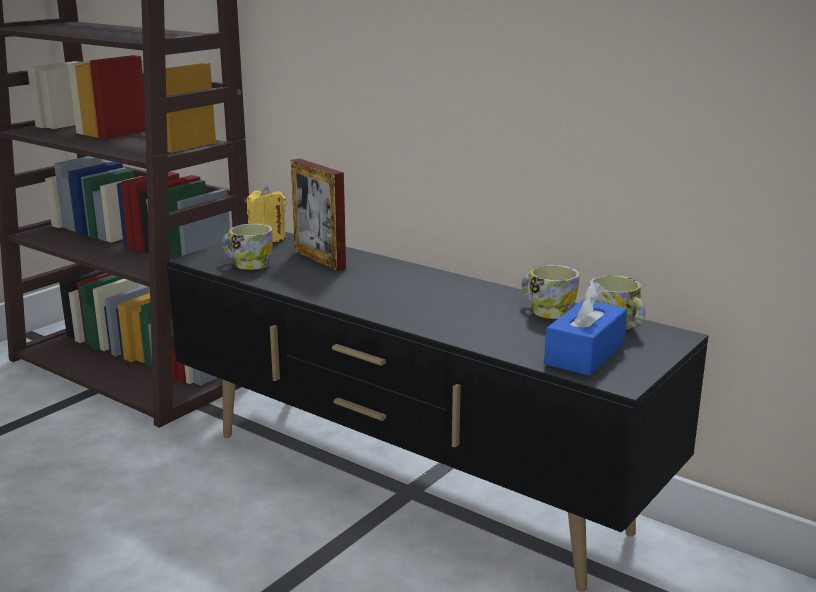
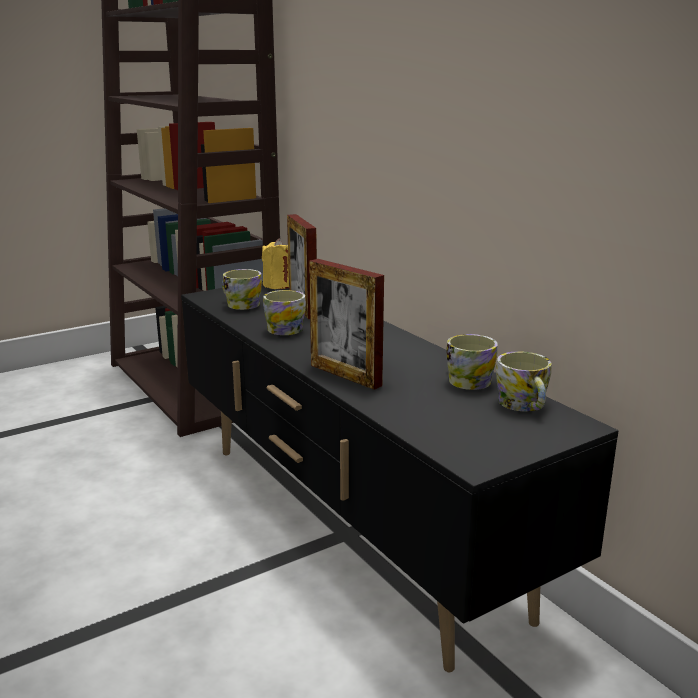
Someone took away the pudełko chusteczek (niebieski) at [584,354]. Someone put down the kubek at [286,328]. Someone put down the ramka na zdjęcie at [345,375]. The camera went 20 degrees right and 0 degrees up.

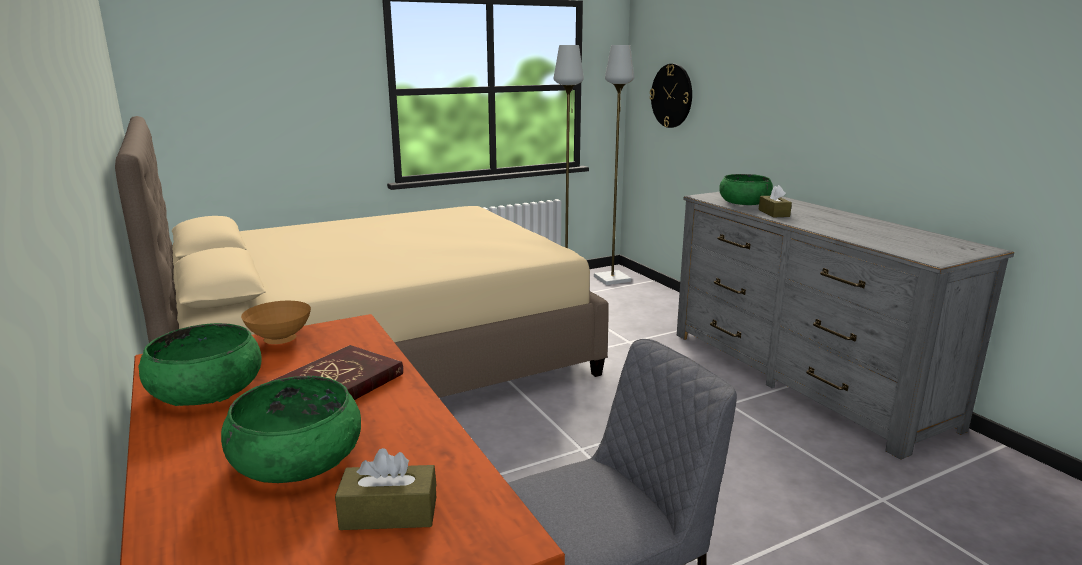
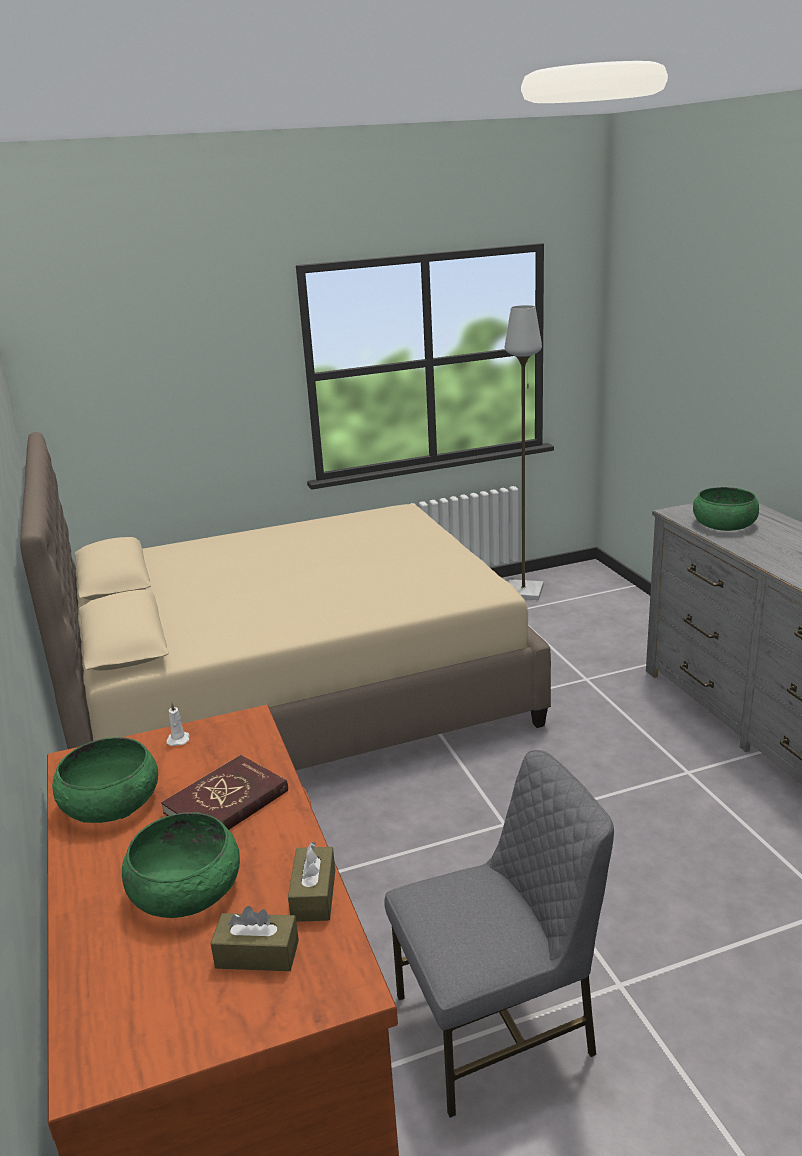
Someone swapped the miska (brązowy) at [281,340] for the świeca (biały) at [178,739]. Someone took away the lampa stojąca (szary) at [613,279]. Someone took away the zegar ścienny at [672,96]. Someone carried the pudełko chusteczek (brązowy) from [773,213] to [314,895]. The camera went 10 degrees right and 5 degrees up.

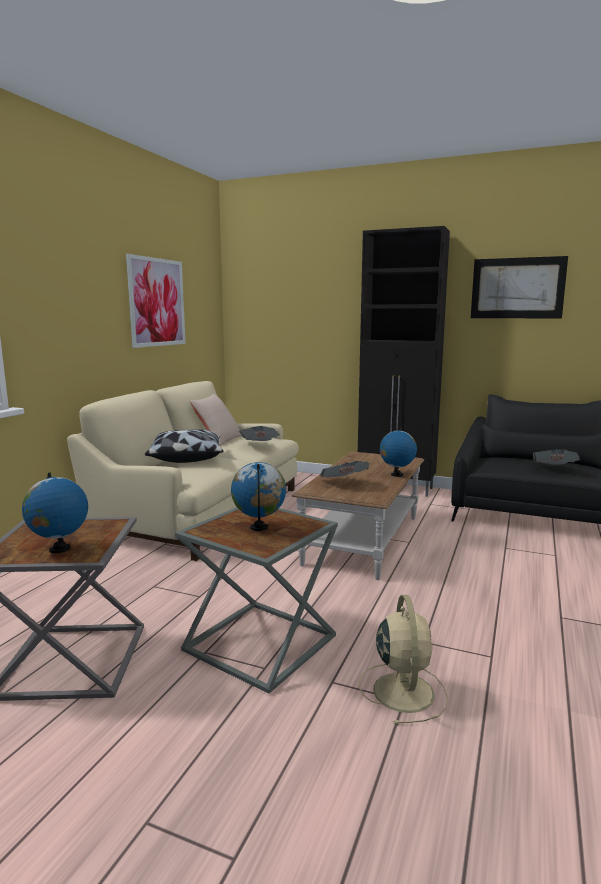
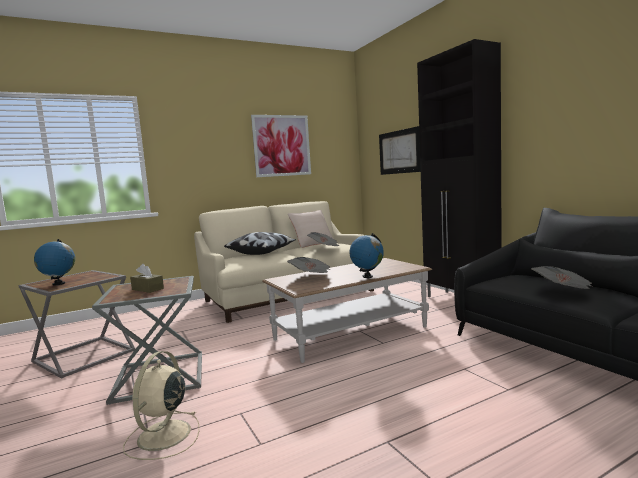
Someone swapped the globus at [259,528] for the pudełko chusteczek (brązowy) at [147,289]. Someone rotated the wentylator (beżowy) at [403,690] by 150 degrees clockwise. Someone carried the obraz from [517,288] to [399,152]. The camera went 40 degrees right and 5 degrees down.

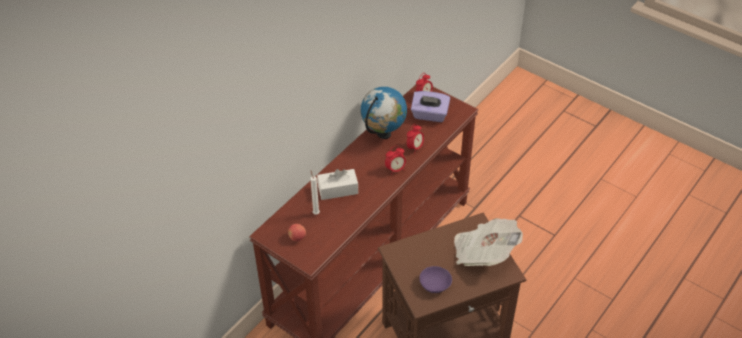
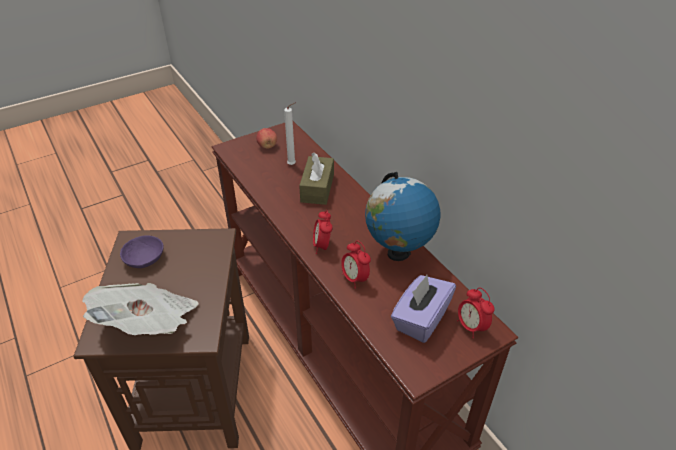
Someone repainted the pudełko chusteczek (biały) at [338,189], which became the pudełko chusteczek (brązowy) at [317,188]. The camera went 110 degrees right and 5 degrees down.

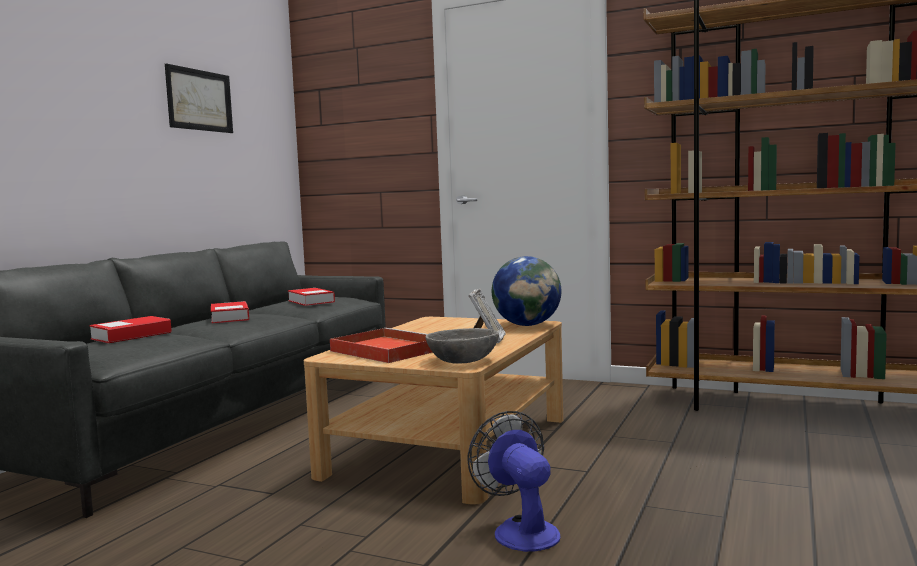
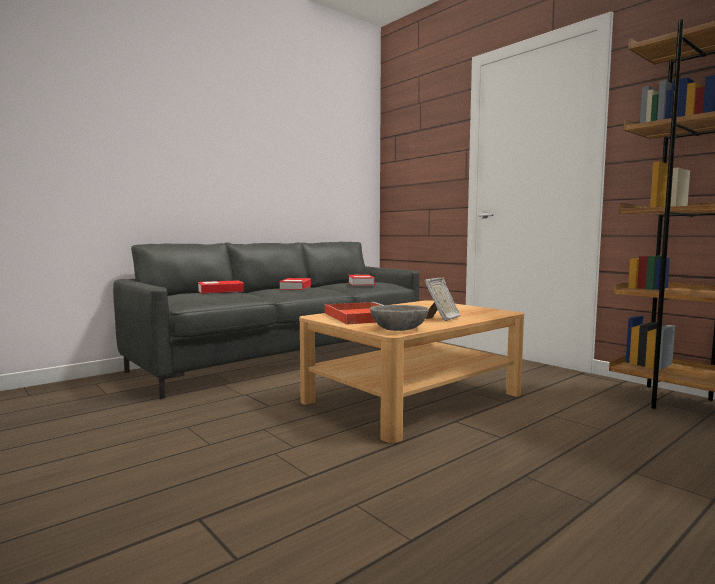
Someone took away the obraz at [199,100]. Someone took away the wentylator at [520,530]. Someone took away the globus at [527,325]. The camera went 25 degrees right and 0 degrees up.

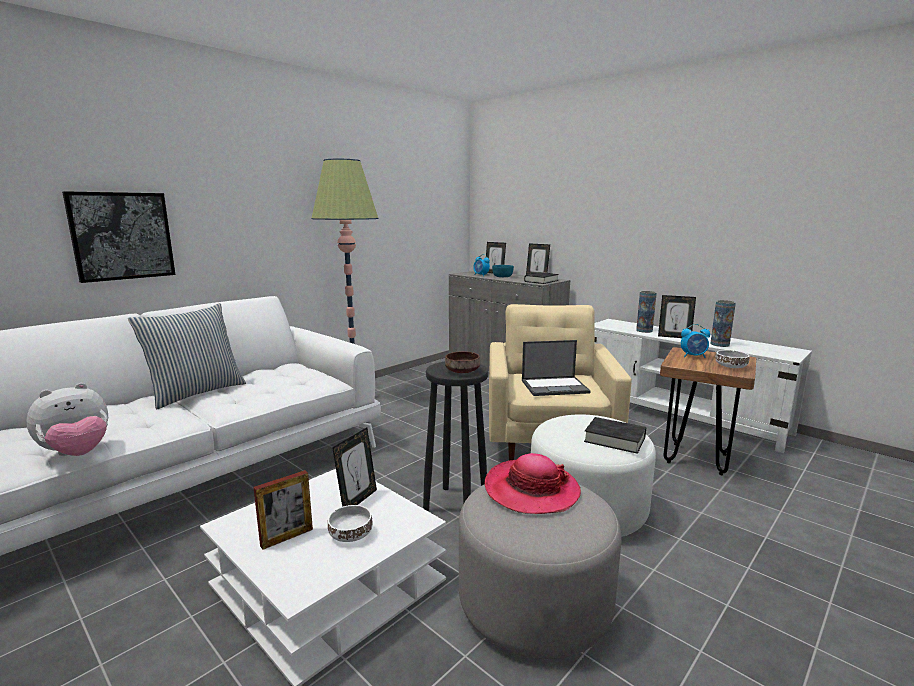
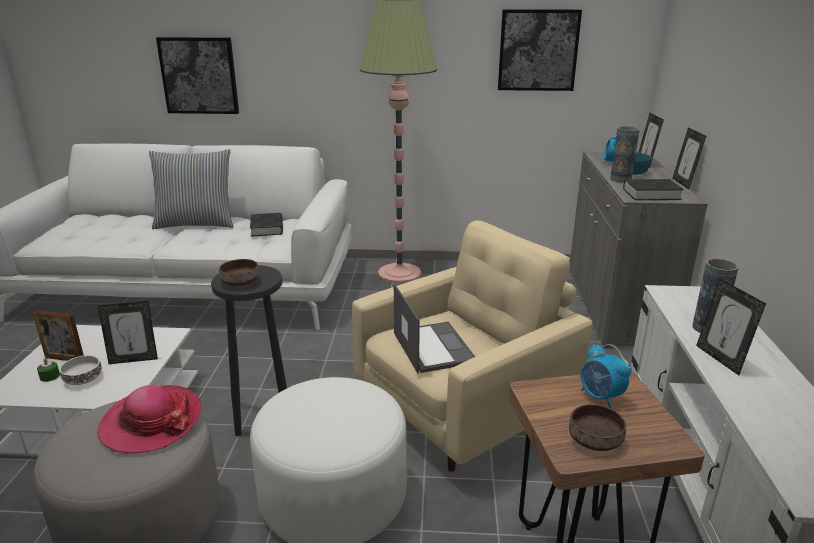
Someone took away the pluszak at [77,454]. Someone rotated the laptop at [555,386] by 150 degrees counterclockwise. Someone carried the książka (czarny) from [614,439] to [267,228]. Someone carried the wazon from [719,344] to [620,179]. Someone repainted the miska (biały) at [730,367], which became the miska (brązowy) at [593,440]. Someone put down the świeca (zielony) at [49,376]. Someone put up the obraz at [538,50]. The camera went 50 degrees right and 10 degrees up.

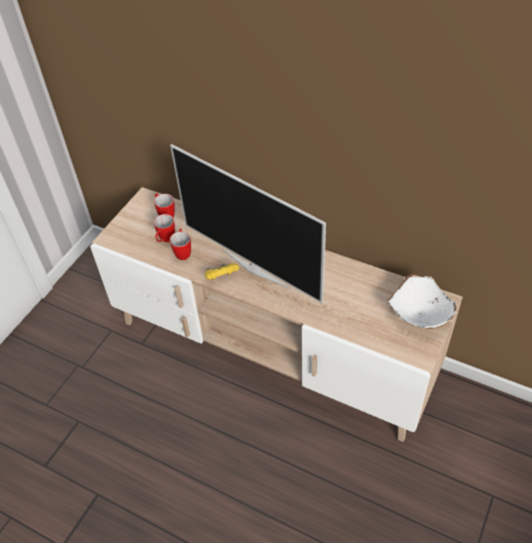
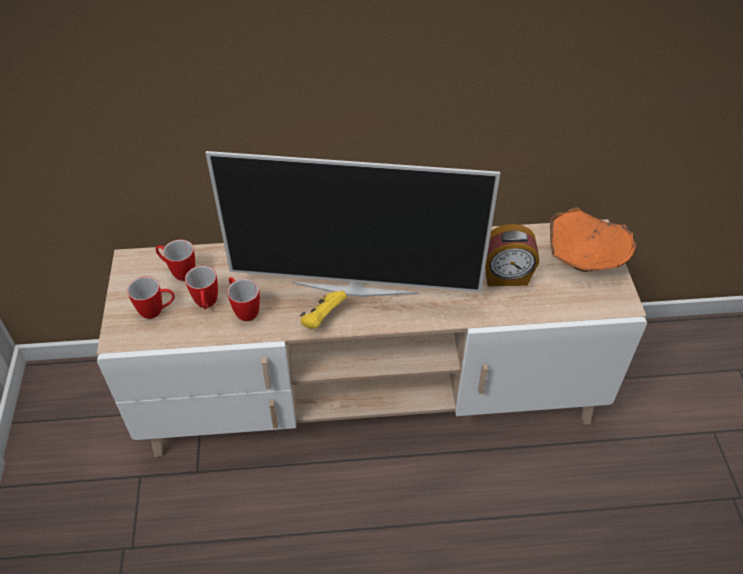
Someone repainted the miska (biały) at [420,315], which became the miska (pomarańczowy) at [584,258]. Someone put down the kubek at [157,311]. Someone put down the budzik at [506,277]. The camera went 35 degrees left and 0 degrees up.

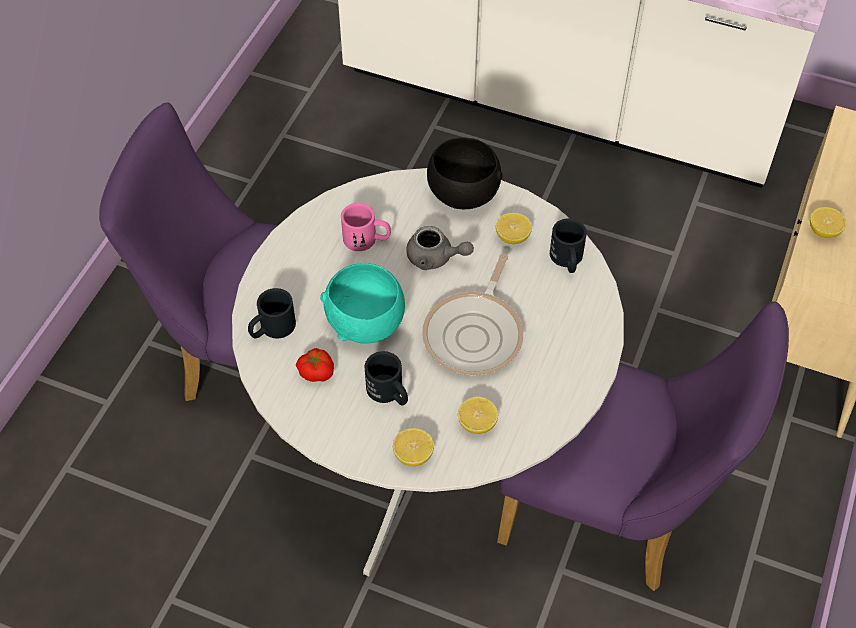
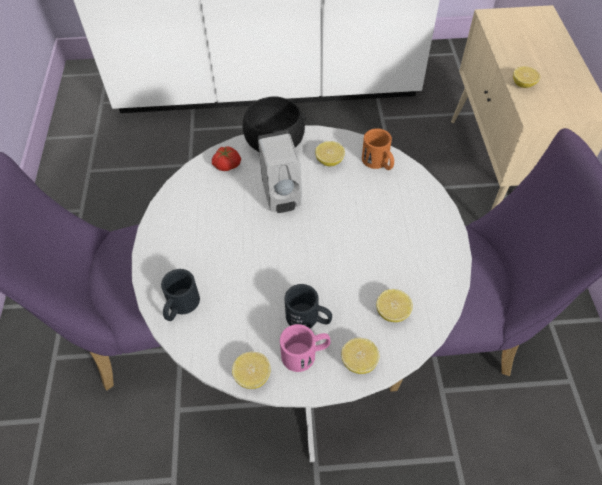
Someone carried the pomidor from [316,371] to [227,164]. Someone took away the miska (turkusowy) at [367,324]. Someone carried the kubek (różowy) from [367,239] to [305,354]. Someone swapped the imbryk (szary) at [435,258] for the dozownik mydła (biały) at [281,198]. Someone took away the patelnia at [476,334]. Someone repainted the kubek (czarny) at [567,260], which became the kubek (pomarańczowy) at [378,163]. Someone put down the cytryna at [252,376]. The camera went 25 degrees left and 0 degrees up.

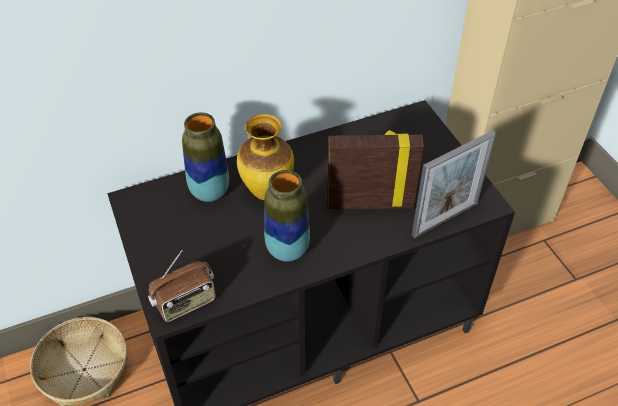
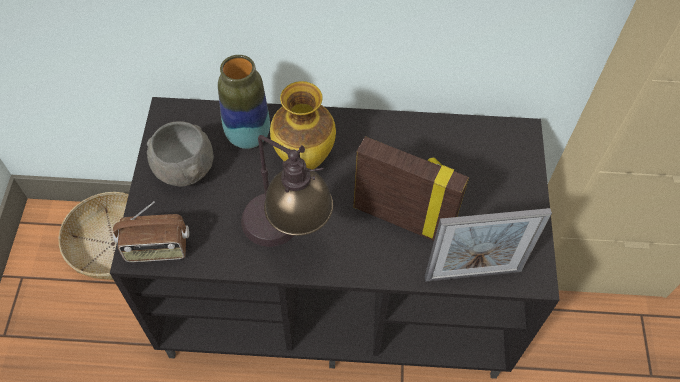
Someone swapped the wazon at [287,250] for the lampa stołowa at [286,235]. Someone put down the miska (szary) at [185,171]. The camera went 25 degrees right and 10 degrees up.

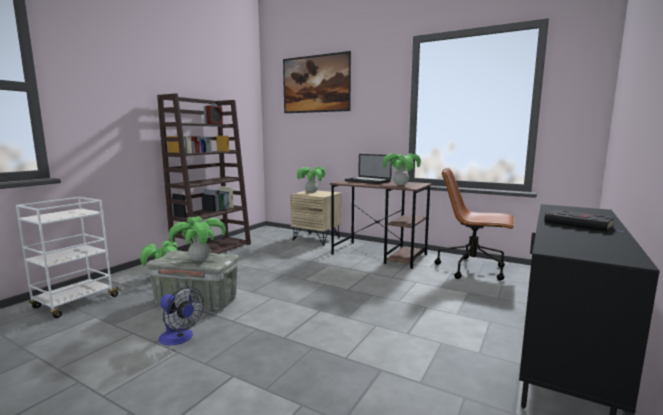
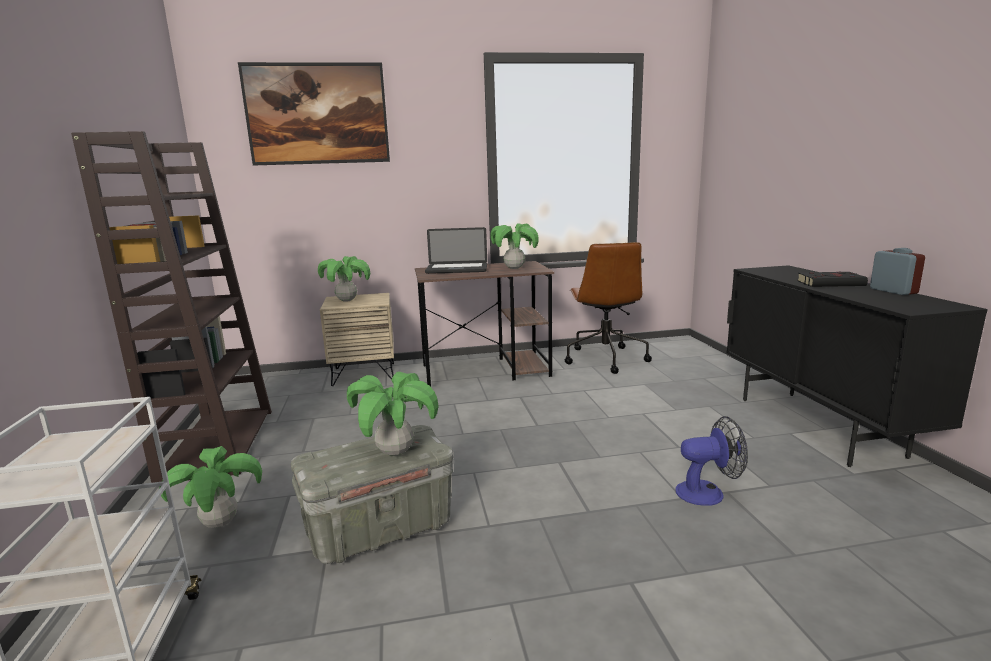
Someone carried the wentylator from [179,338] to [707,492]. Someone carried the budzik from [213,124] to [893,291]. Someone rotated the krzesło biurowe (brązowy) at [473,269] by 75 degrees counterclockwise. The camera went 40 degrees left and 5 degrees up.

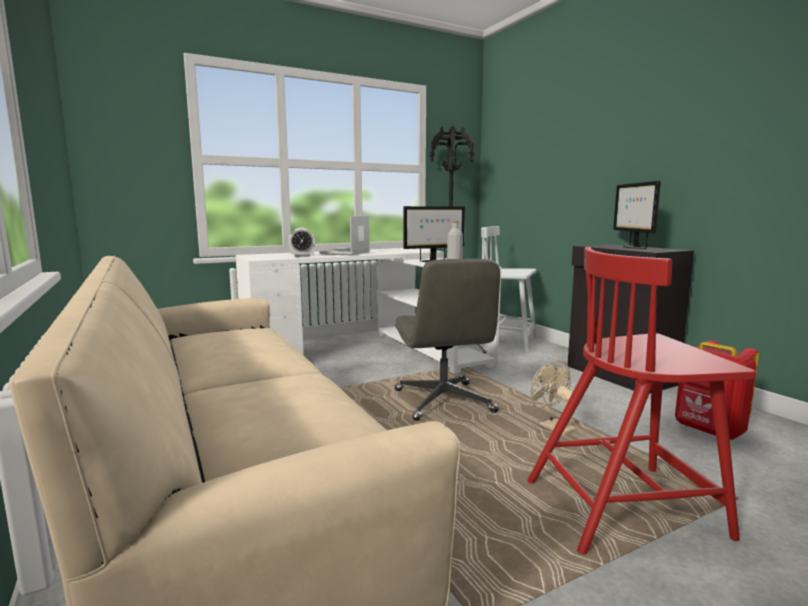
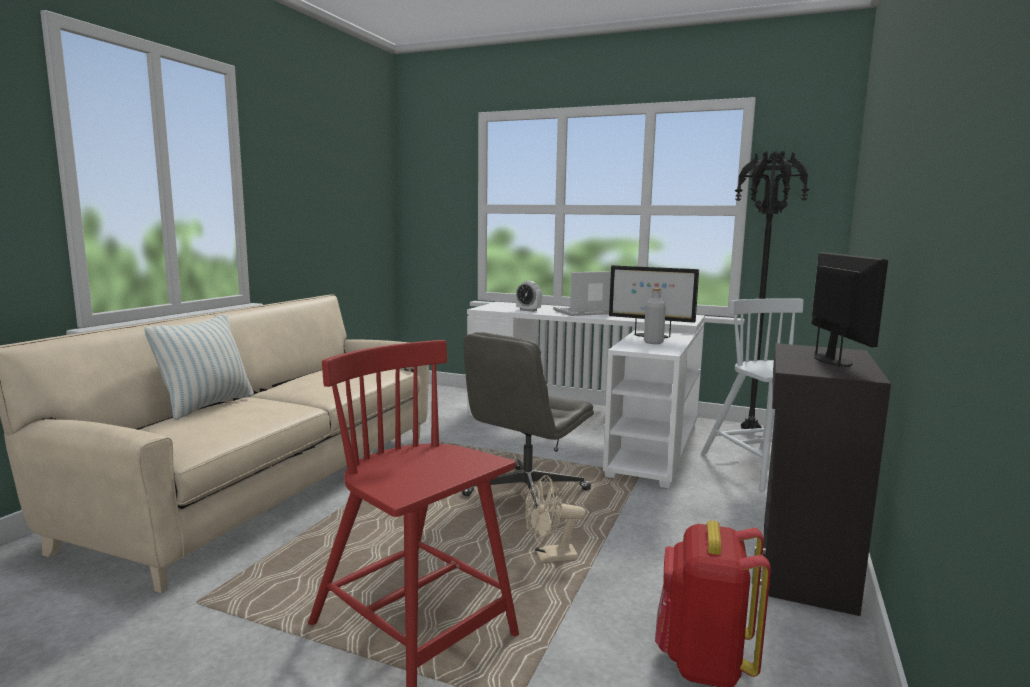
Someone rotated the wentylator (beżowy) at [552,427] by 120 degrees counterclockwise. Someone rotated the monitor at [633,247] by 135 degrees clockwise. Someone put down the poduszka at [207,406]. The camera went 50 degrees right and 0 degrees up.

